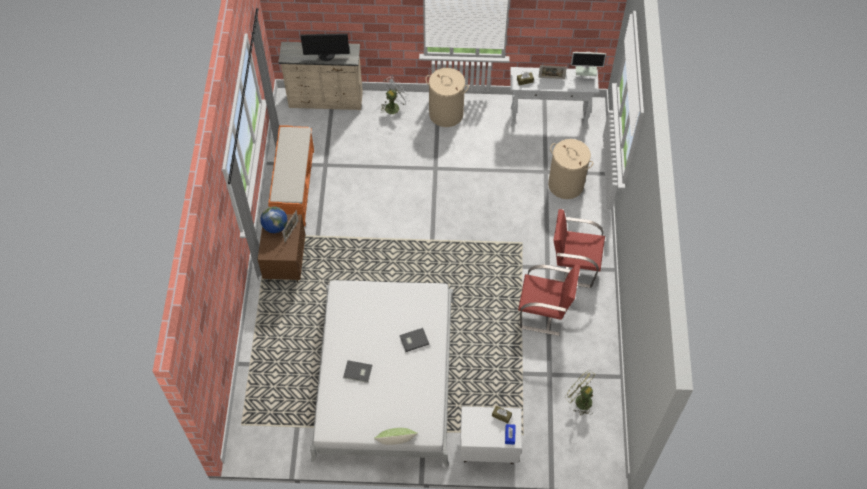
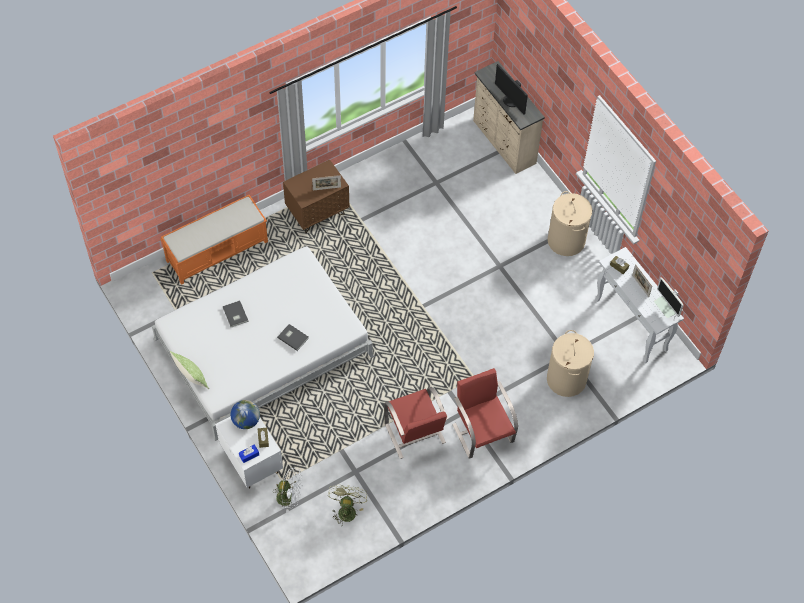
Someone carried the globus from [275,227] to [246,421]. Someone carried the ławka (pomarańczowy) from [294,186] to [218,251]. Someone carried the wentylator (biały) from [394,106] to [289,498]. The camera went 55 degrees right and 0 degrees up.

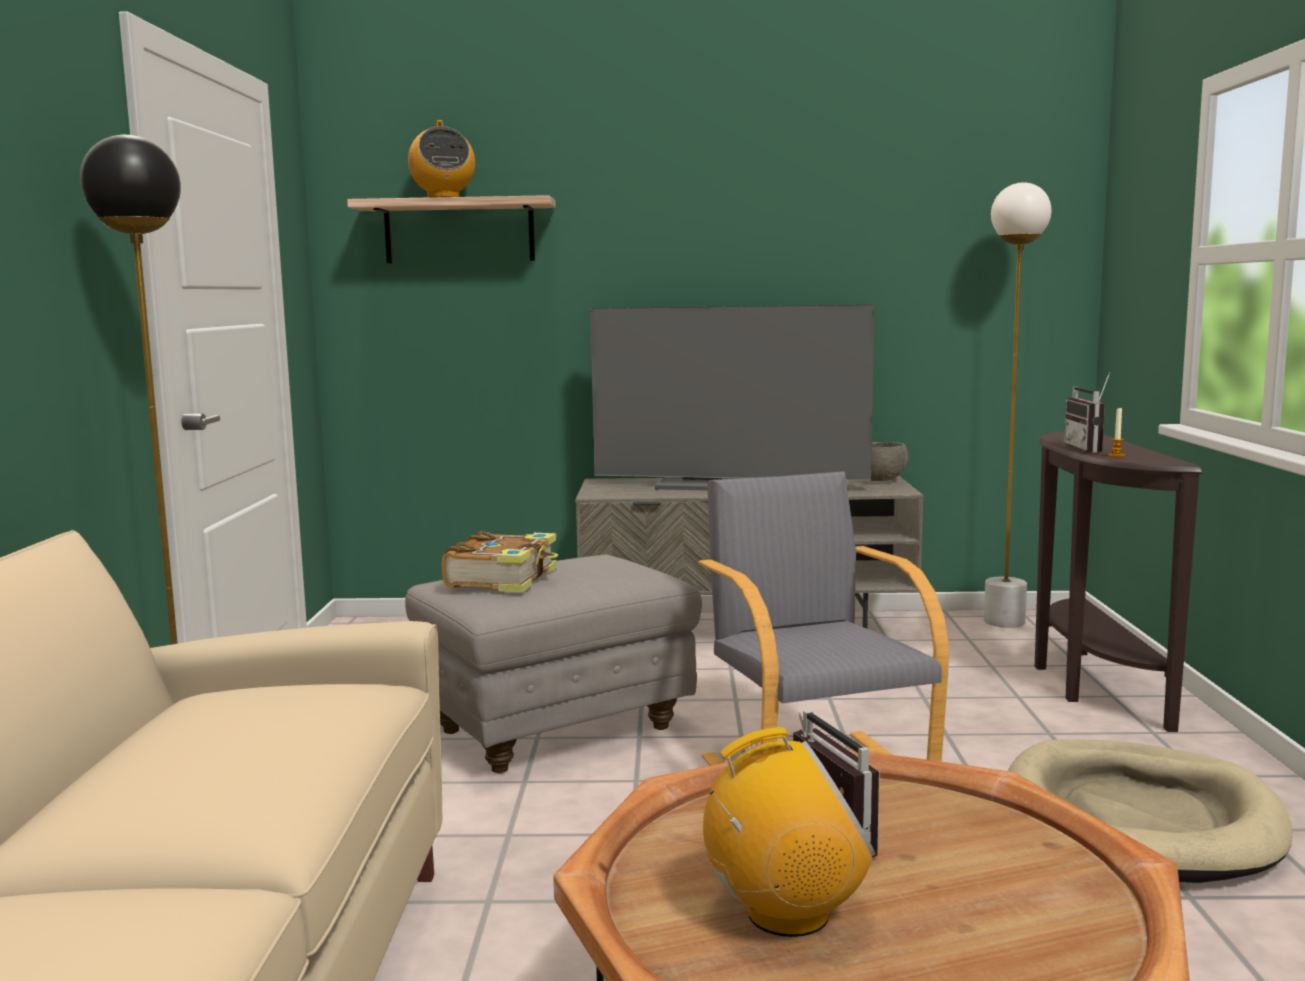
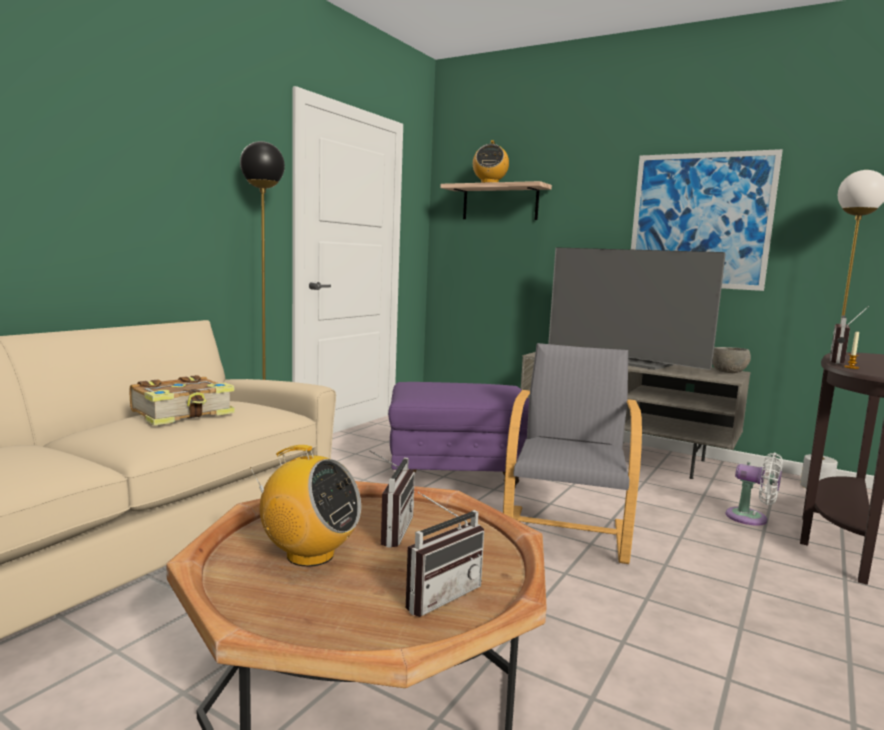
Someone repainted the pufa (szary) at [556,729], which became the pufa (fioletowy) at [457,475]. Someone carried the książka from [504,579] to [184,413]. Someone took away the legowisko (beżowy) at [1139,819]. Someone put down the radio at [437,594]. Someone put up the obraz at [699,221]. Someone put down the wentylator (biały) at [751,518]. The camera went 30 degrees right and 0 degrees up.

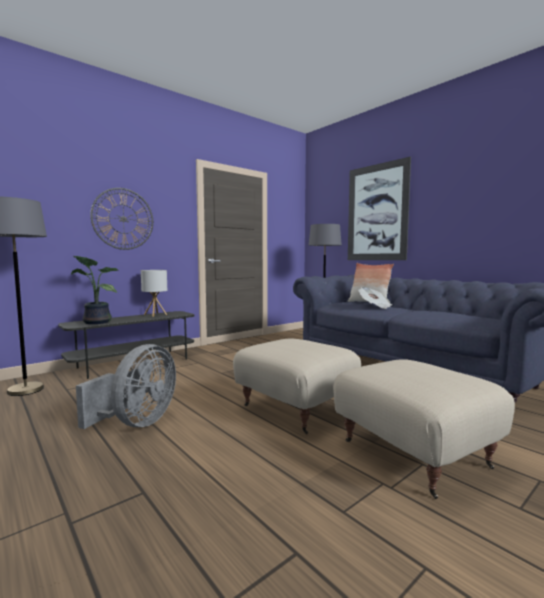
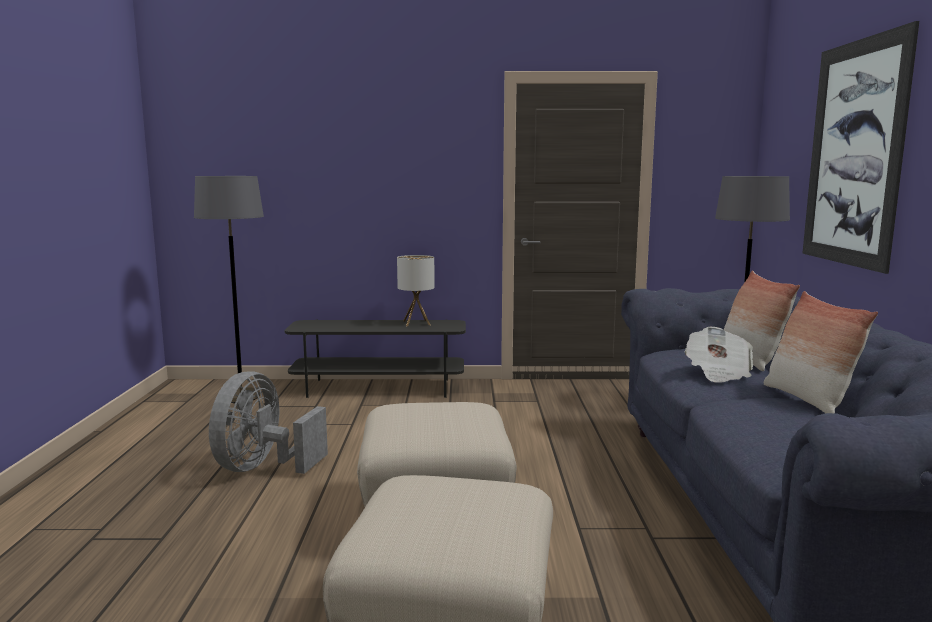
Someone took away the roślina doniczkowa at [95,322]. Someone rotated the wentylator (szary) at [137,423] by 135 degrees clockwise. Someone took away the zegar ścienny at [123,219]. Someone put down the poduszka at [807,400]. The camera went 40 degrees right and 5 degrees up.

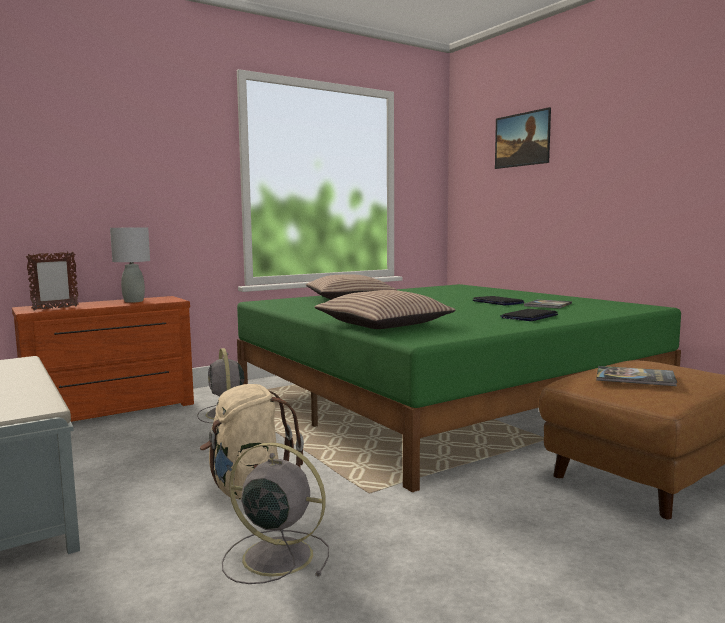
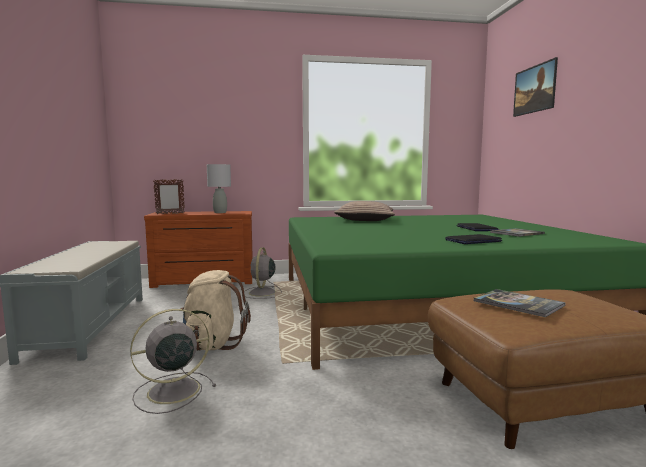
Someone rotated the wentylator (szary) at [274,556] by 75 degrees counterclockwise. Someone took away the poduszka at [384,324]. The camera went 25 degrees right and 0 degrees up.

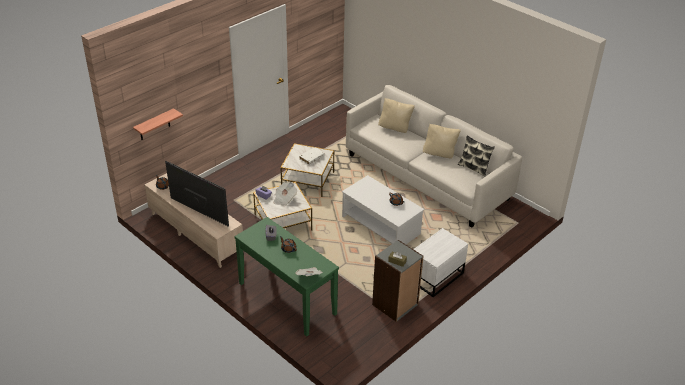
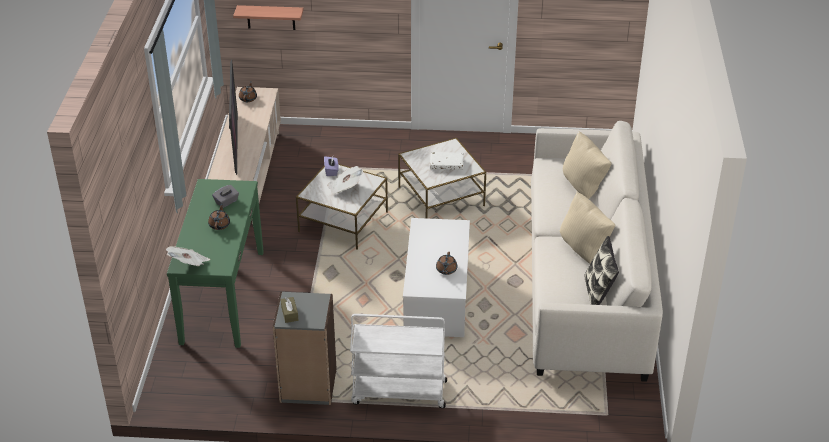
Someone swapped the szafka nocna (biały) at [435,277] for the wózek (biały) at [398,393]. The camera went 50 degrees right and 0 degrees up.

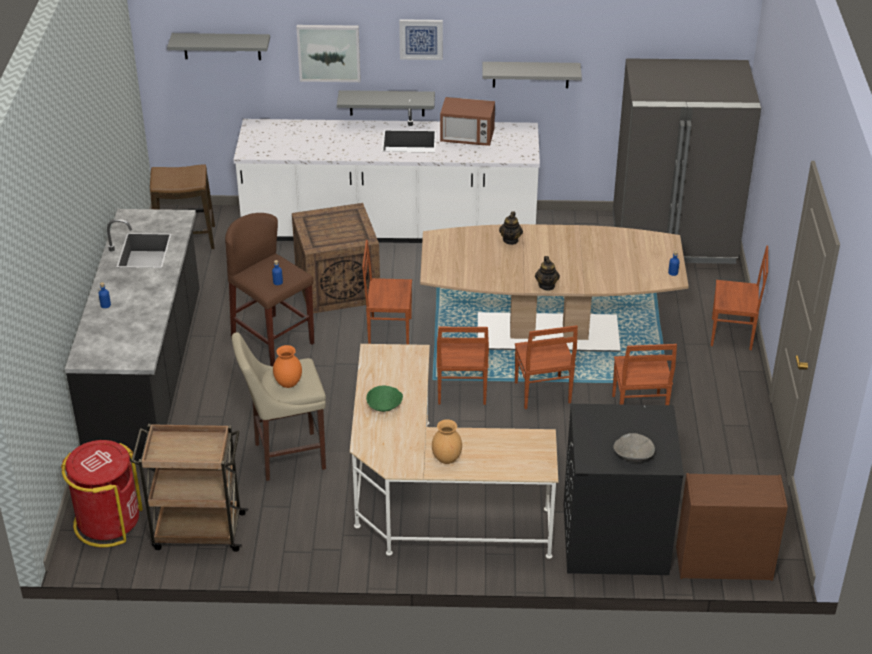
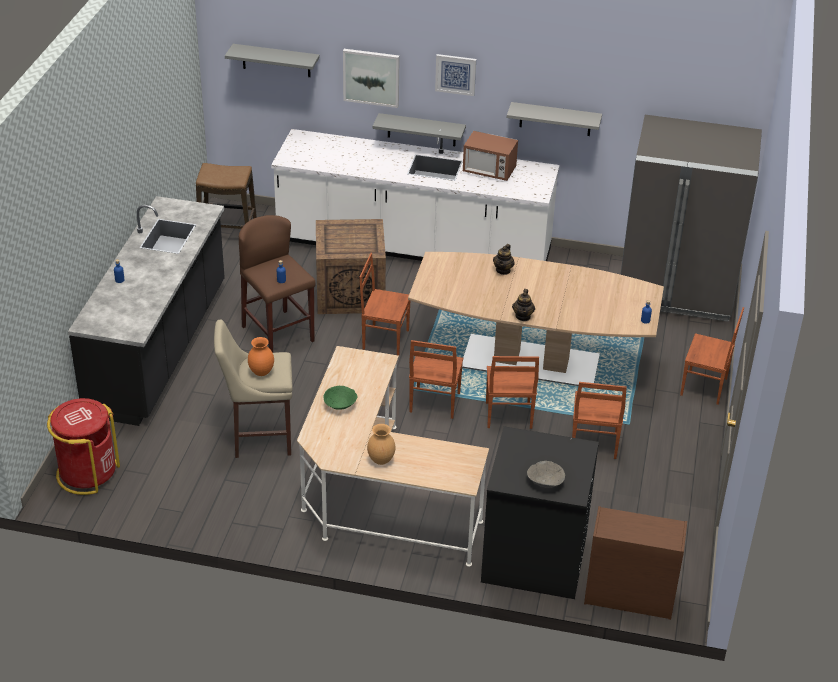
Someone took away the wózek (brązowy) at [197,531]. The camera went 10 degrees right and 0 degrees up.

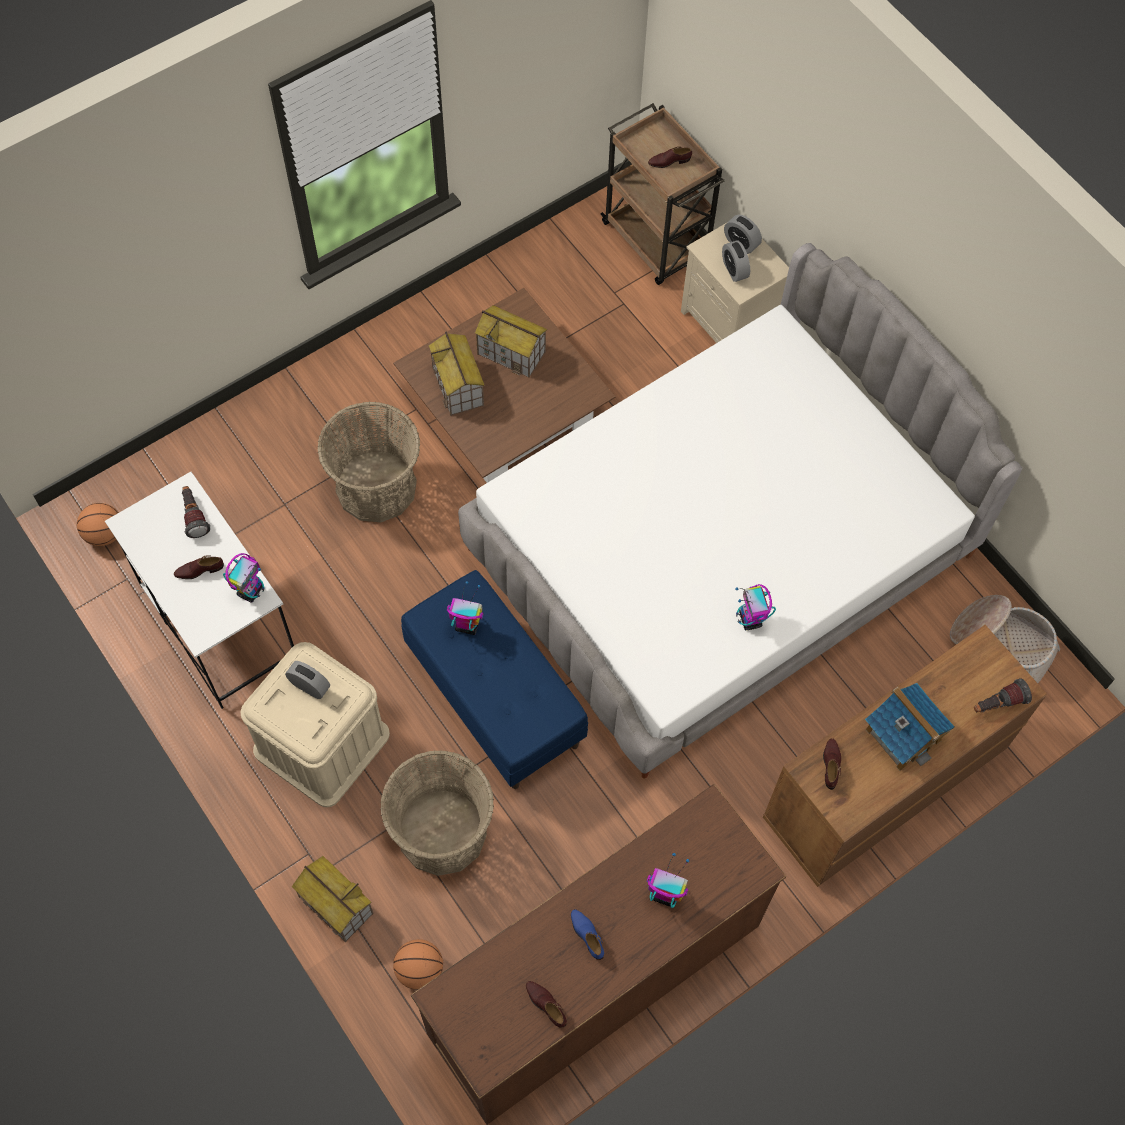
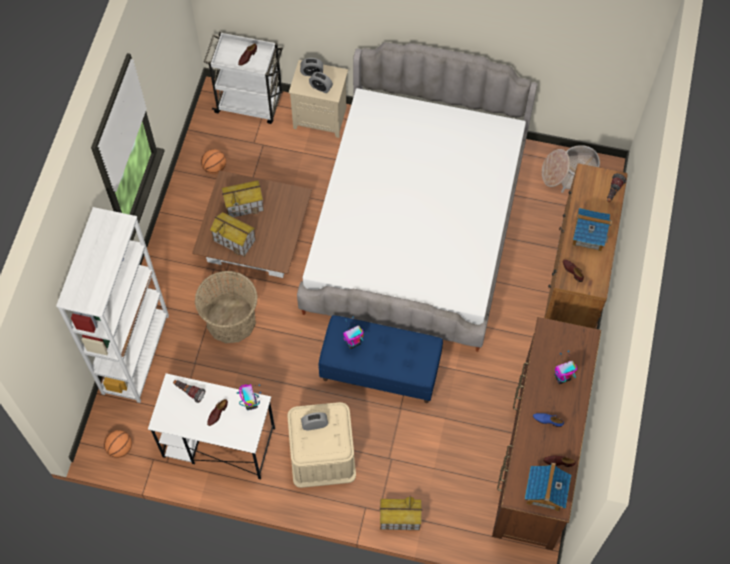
Someone took away the koszyk at [441,832]. Someone carried the piłka do koszykówki from [419,969] to [214,168]. Someone repainted the wózek (brązowy) at [656,242], which became the wózek (biały) at [250,103]. Someone took away the robot zabawkowy at [750,620]. Someone put down the regał (biały) at [135,354]. Someone put down the domek at [545,492]. The camera went 40 degrees left and 0 degrees up.

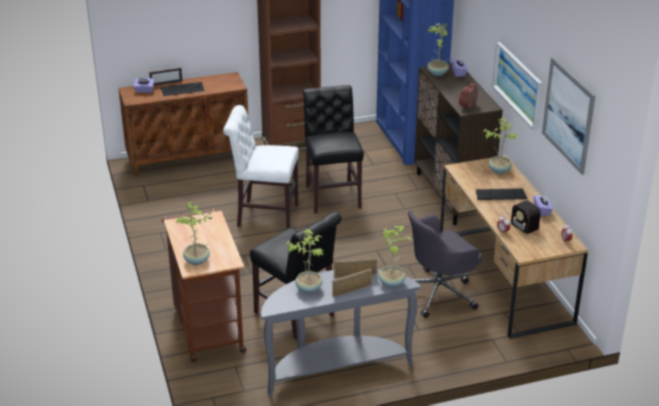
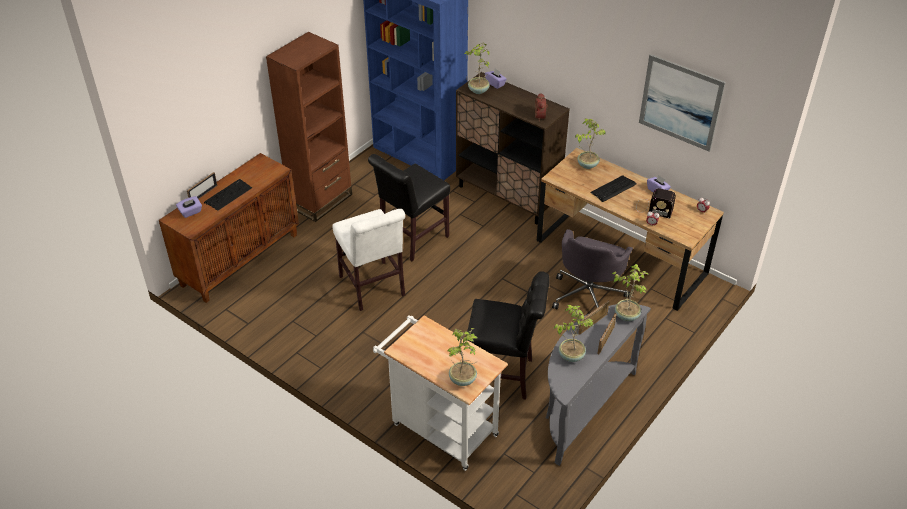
Someone repainted the wózek (brązowy) at [207,326], which became the wózek (biały) at [439,427]. Someone rotated the krzesło (biały) at [264,215] by 90 degrees counterclockwise. Someone rotated the krzesło (czarny) at [332,195] by 90 degrees counterclockwise. Someone took away the obraz at [518,84]. The camera went 35 degrees left and 10 degrees up.

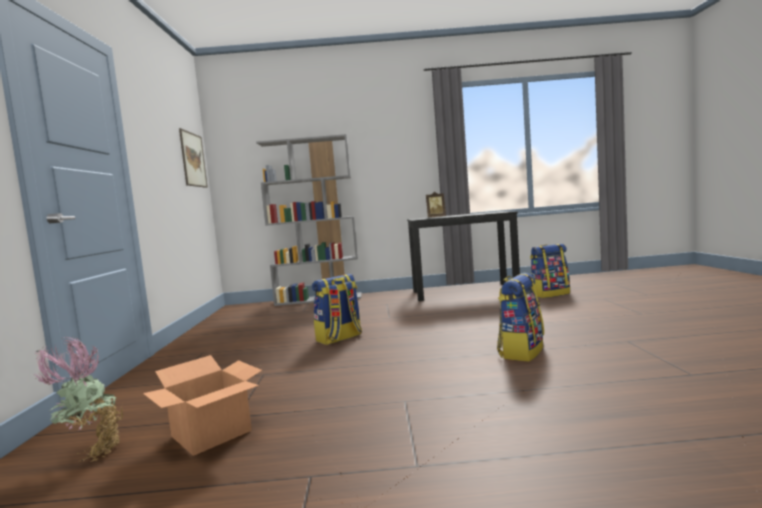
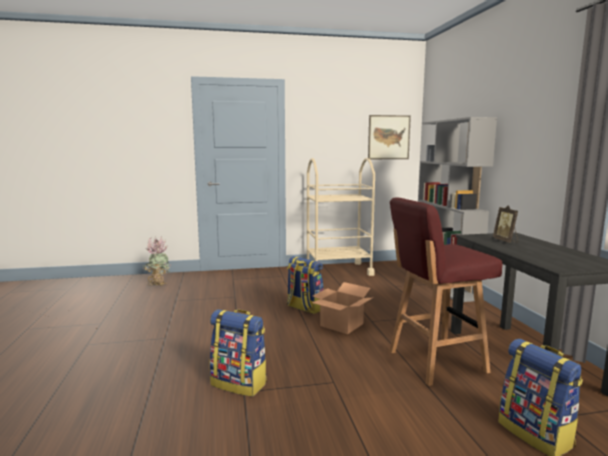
Someone carried the karton from [212,433] to [342,325]. Someone put down the wózek (beżowy) at [338,270]. Someone put down the stołek (czerwony) at [434,362]. The camera went 80 degrees right and 5 degrees up.

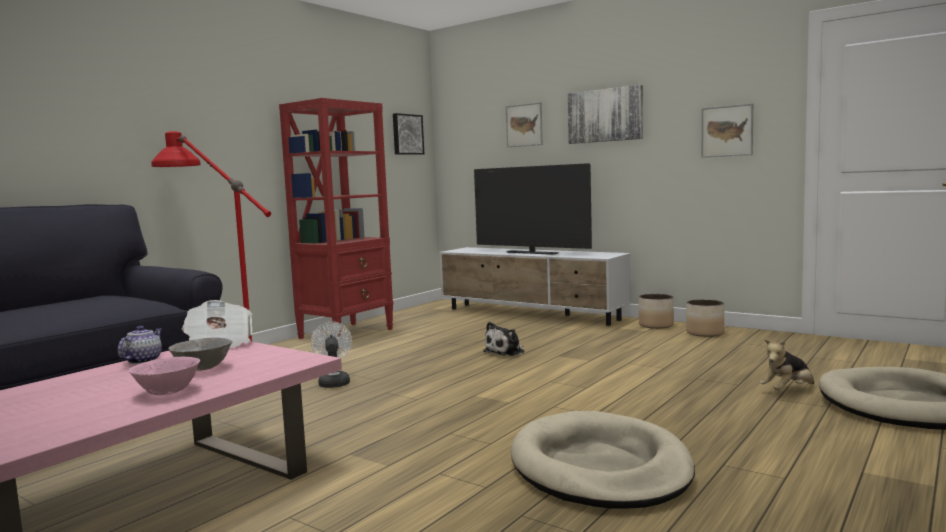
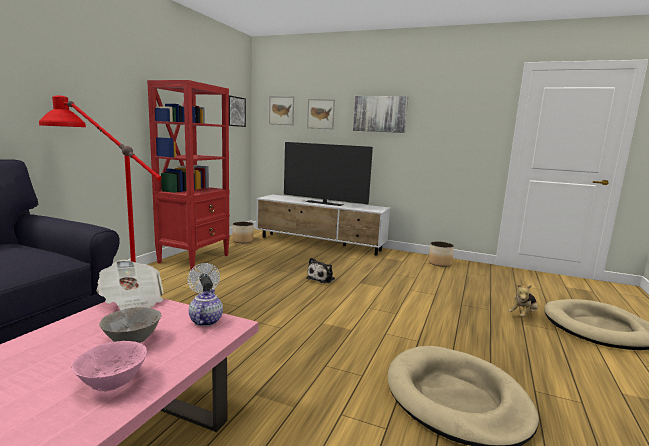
Someone carried the imbryk from [143,360] to [206,321]. Someone carried the donica from [656,325] to [243,241]. Someone carried the obraz from [727,131] to [281,110]. The camera went 15 degrees left and 5 degrees up.

